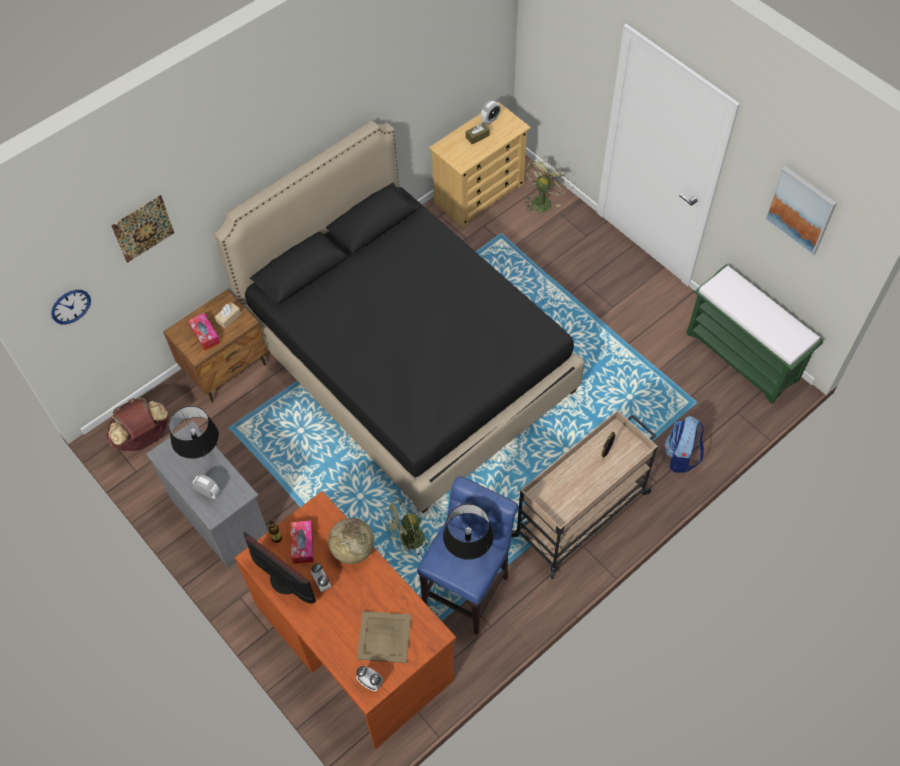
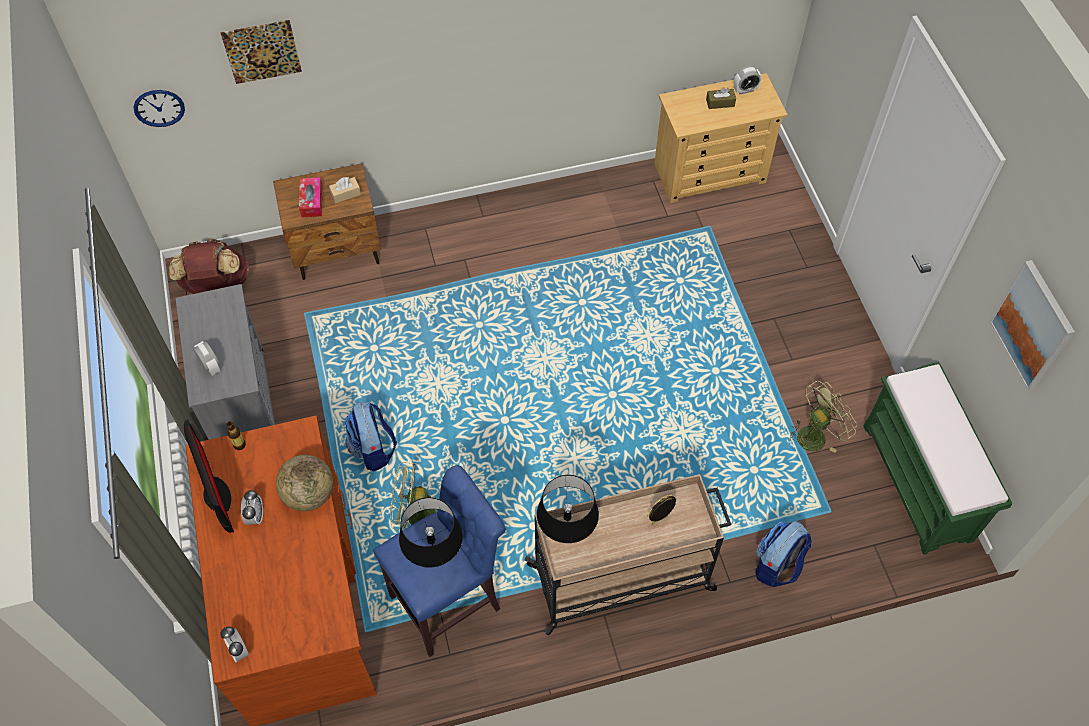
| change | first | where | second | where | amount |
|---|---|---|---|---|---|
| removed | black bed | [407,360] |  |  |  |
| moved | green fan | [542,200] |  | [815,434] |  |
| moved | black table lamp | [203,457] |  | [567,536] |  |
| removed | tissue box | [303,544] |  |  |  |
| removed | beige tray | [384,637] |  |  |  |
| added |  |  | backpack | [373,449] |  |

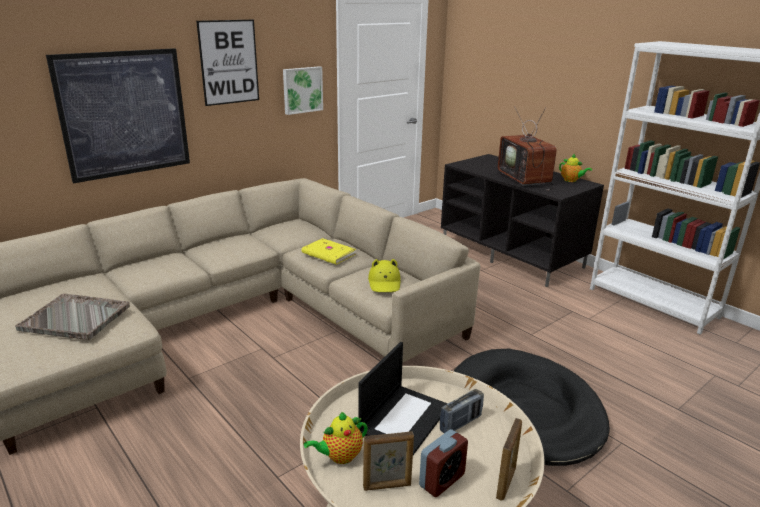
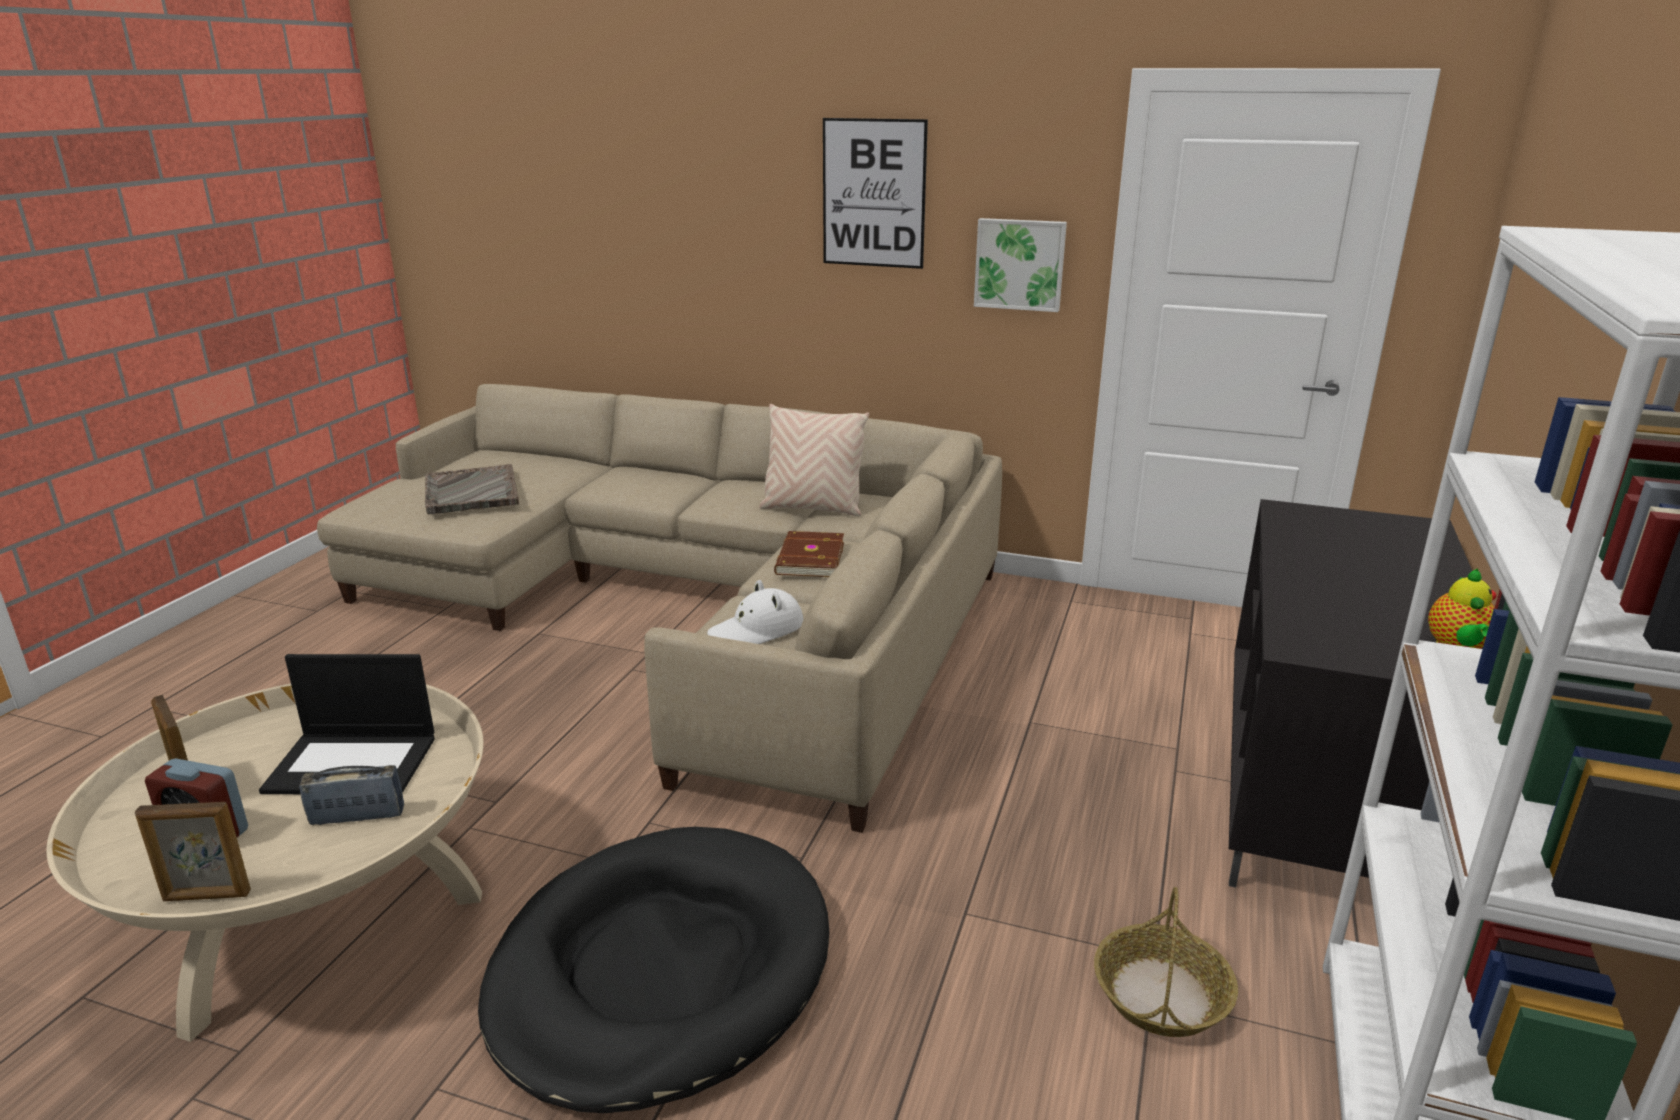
| change | first | where | second | where | amount |
|---|---|---|---|---|---|
| removed | picture | [124,114] |  |  |  |
| removed | television | [526,179] |  |  |  |
| recoloured | yellow book | [328,254] | brown book | [808,559] |  |
| recoloured | yellow hat | [385,283] | white hat | [757,630] |  |
| turned | radio | [460,423] |  | [357,816] | 150 degrees clockwise |
| removed | teapot | [340,456] |  |  |  |
| added |  |  | beige pillow | [813,508] |  |
| added |  |  | basket | [1161,996] |  |

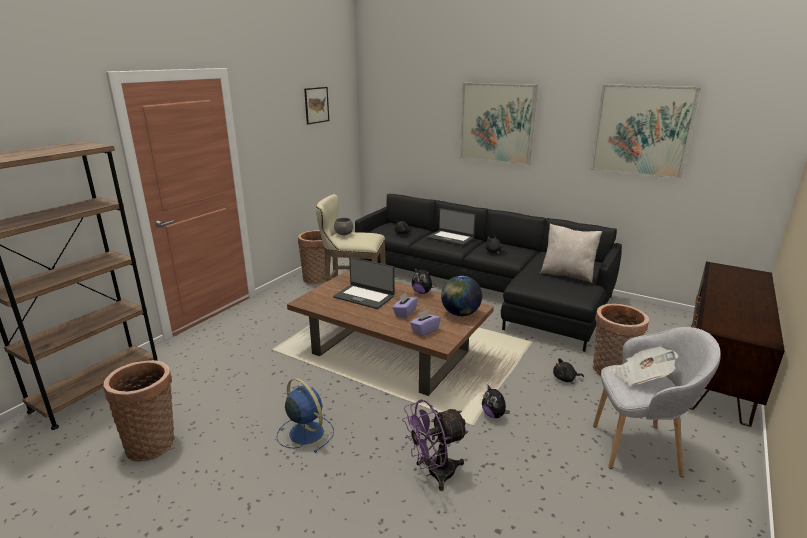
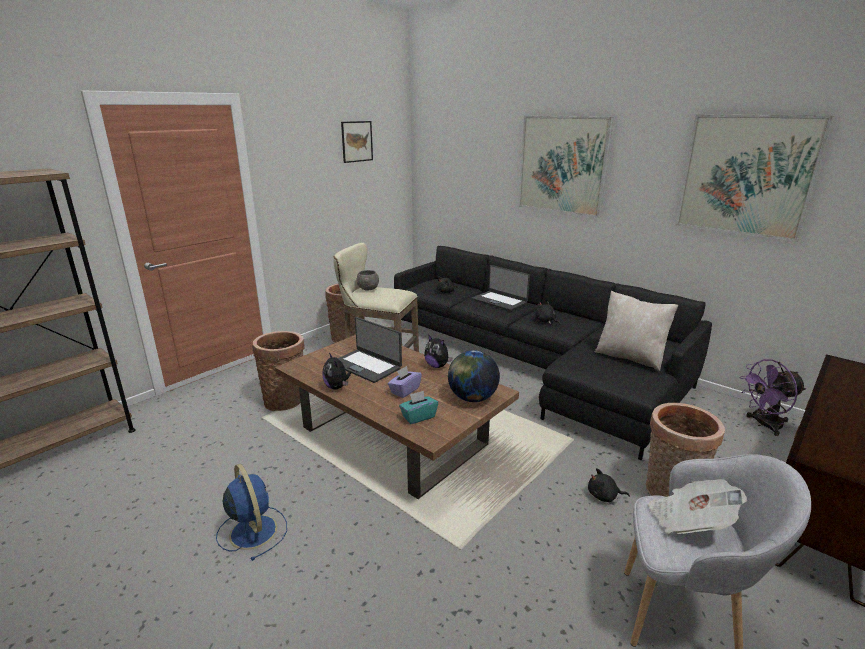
| change | first | where | second | where | amount |
|---|---|---|---|---|---|
| recoloured | purple tissue box | [424,330] | turquoise tissue box | [418,417] |  |
| moved | basket | [153,442] |  | [285,400] |  |
| moved | plush toy | [494,415] |  | [337,387] |  |
| moved | purple fan | [434,473] |  | [764,425] |  |

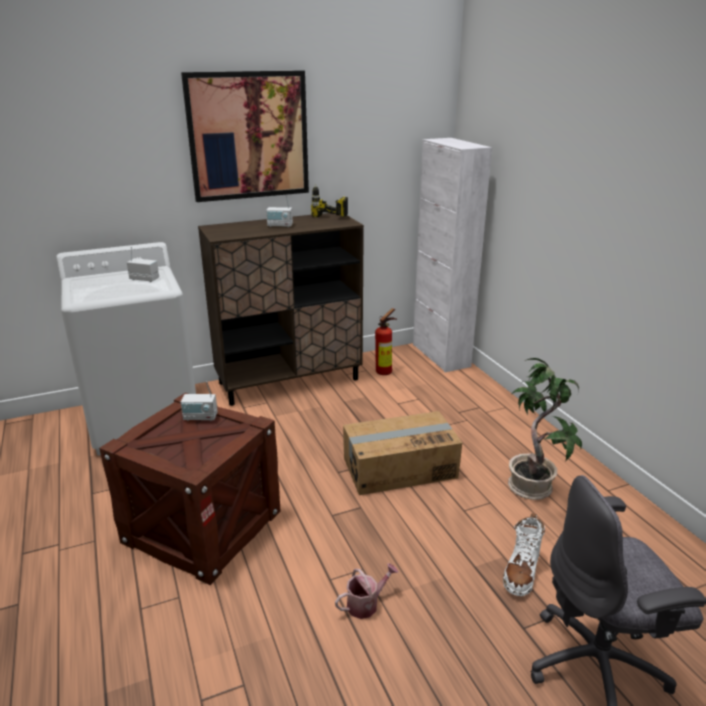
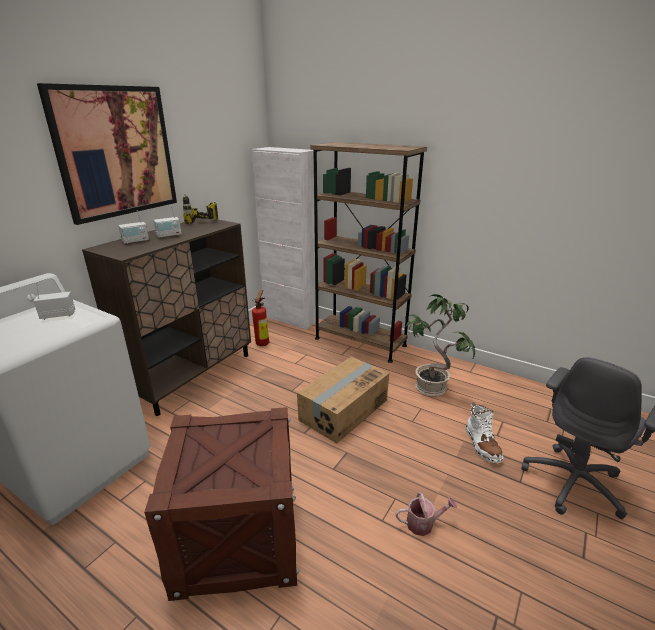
| change | first | where | second | where | amount |
|---|---|---|---|---|---|
| moved | radio | [200,417] |  | [135,241] |  |
| turned | watering can | [366,603] |  | [423,523] | 60 degrees clockwise |
| added |  |  | brown bookcase | [360,342] |  |

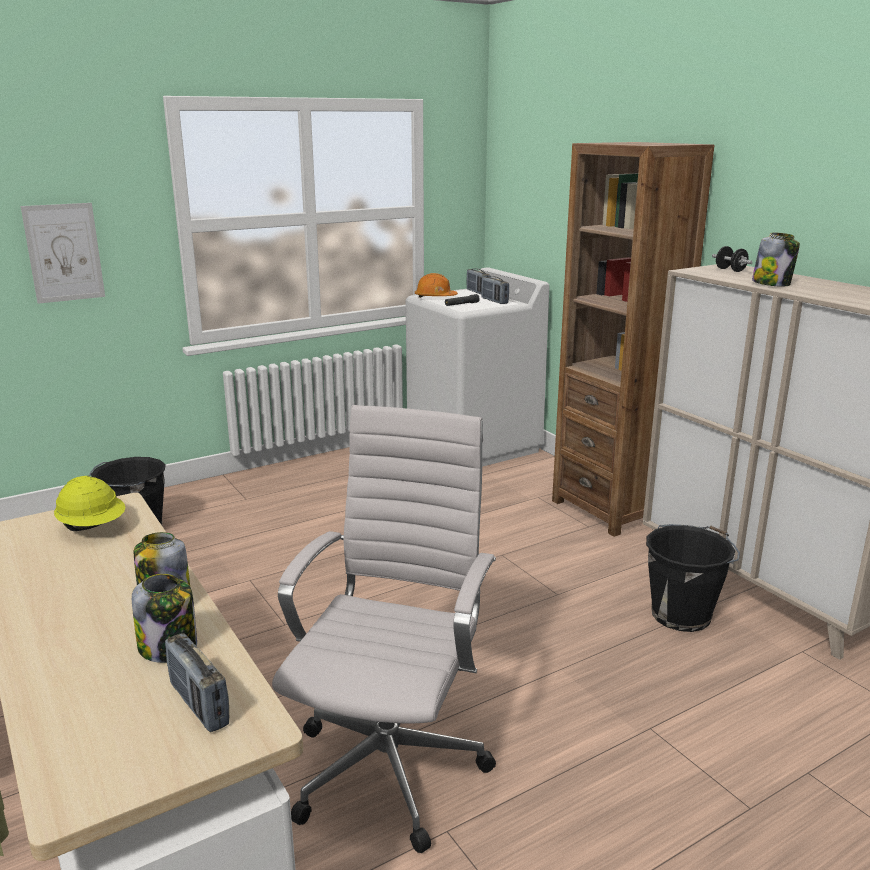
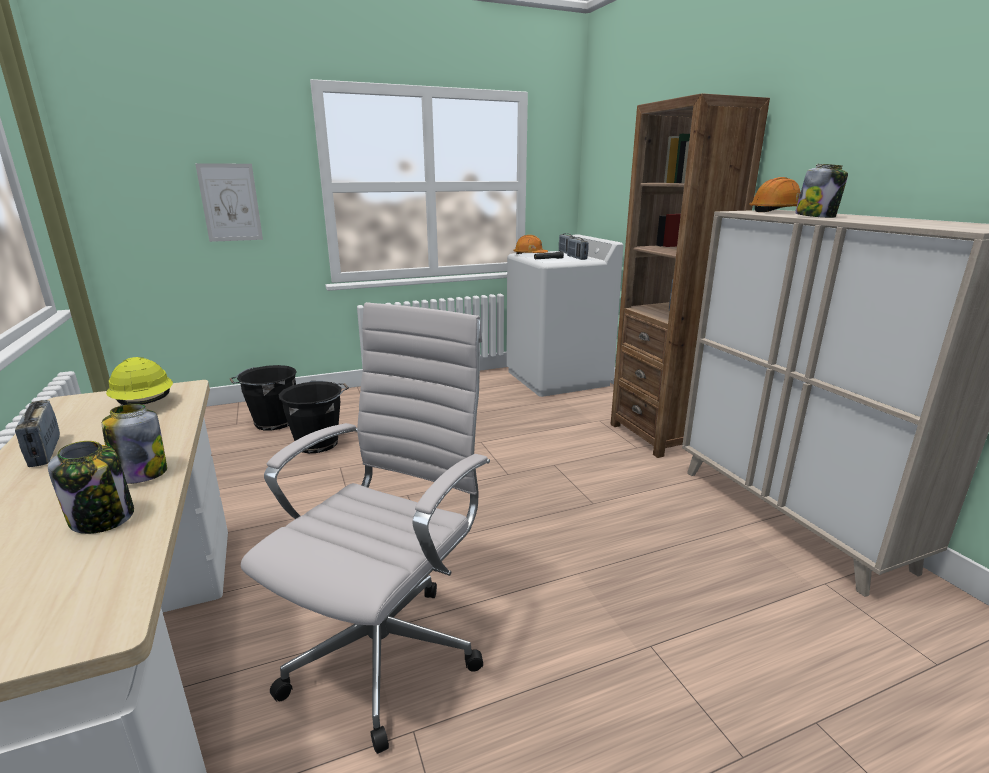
| change | first | where | second | where | amount |
|---|---|---|---|---|---|
| replaced | black dumbbell | [730,270] | orange hard hat | [776,211] |  |
| moved | black bucket | [683,614] |  | [319,443] |  |
| moved | radio | [199,705] |  | [45,452] |  |

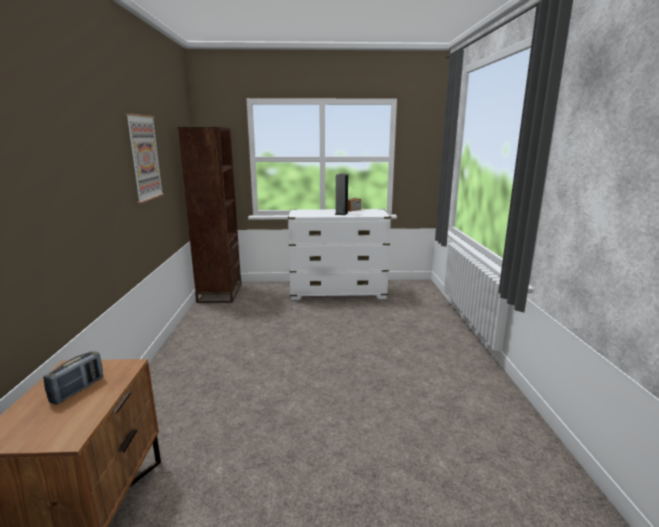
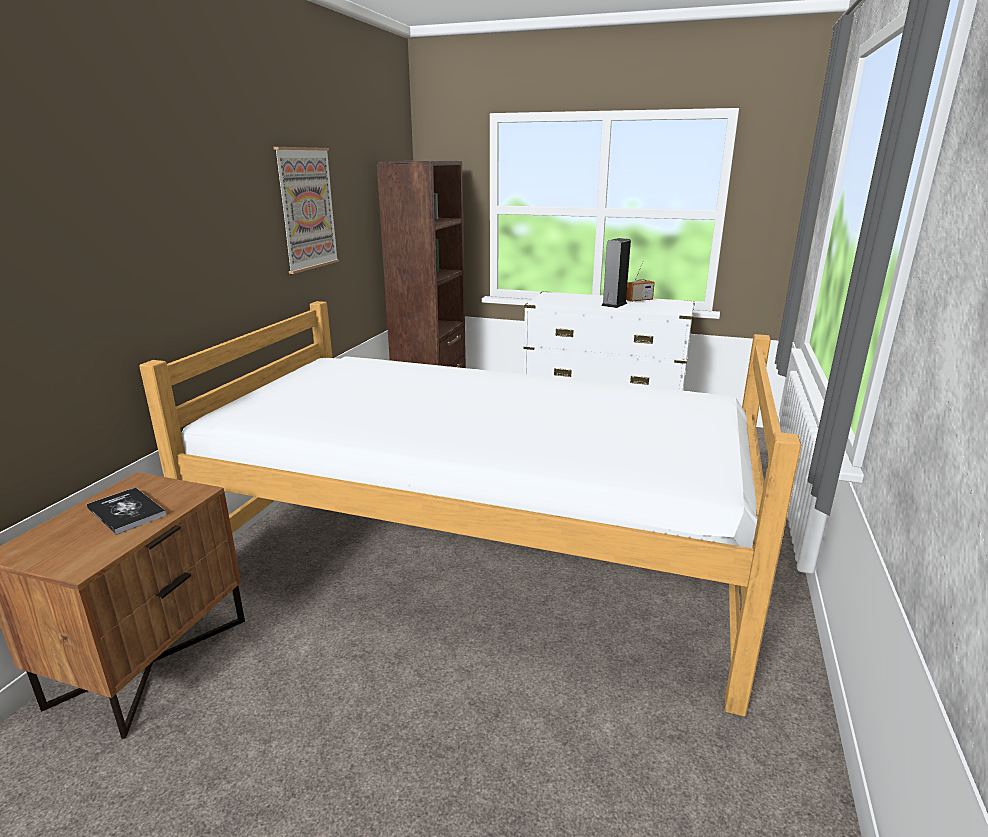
| change | first | where | second | where | amount |
|---|---|---|---|---|---|
| replaced | radio | [78,390] | book | [126,512] |  |
| added |  |  | bed | [480,554] |  |

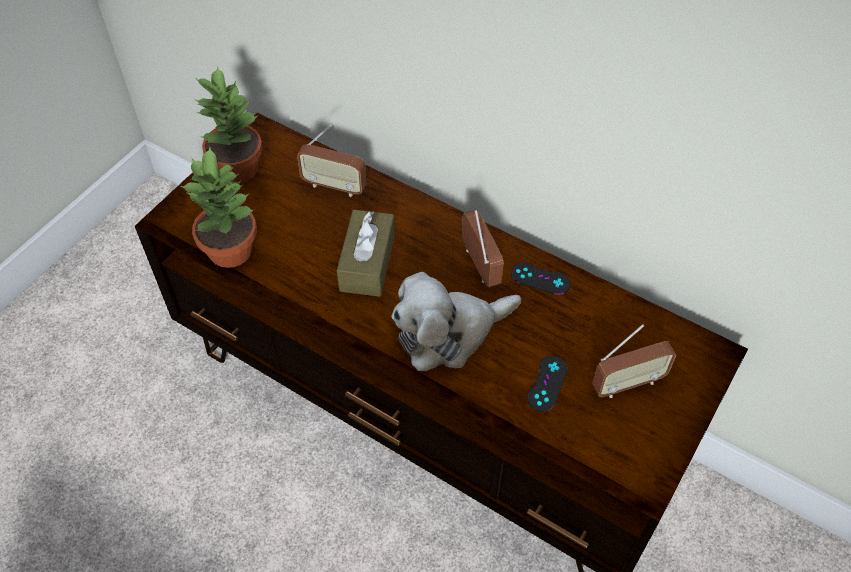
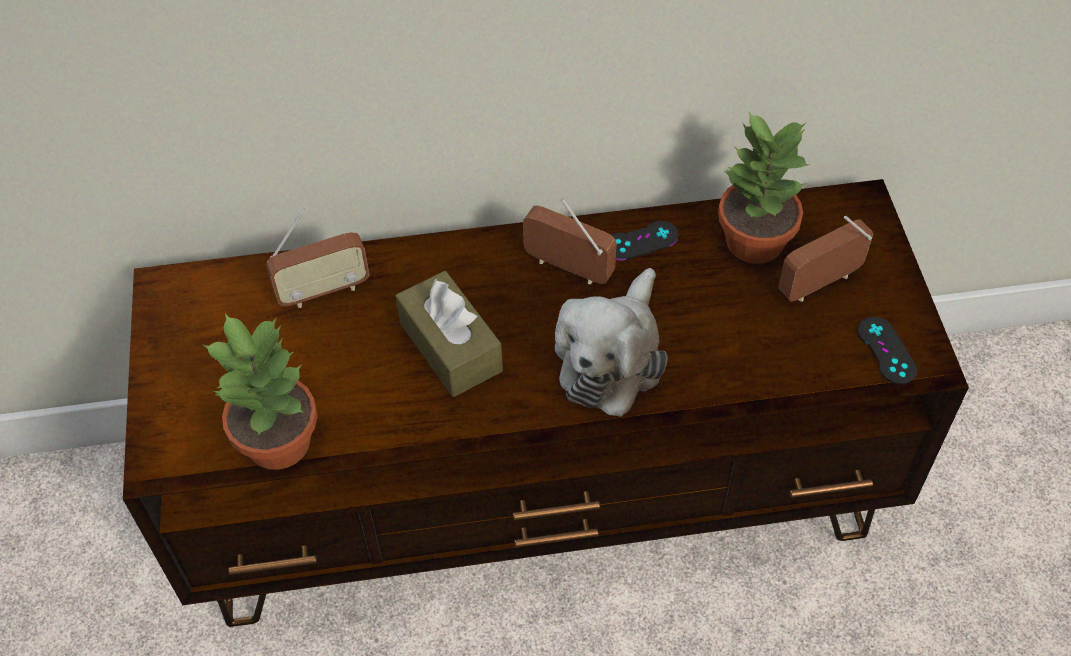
| change | first | where | second | where | amount |
|---|---|---|---|---|---|
| moved | potted plant | [237,167] |  | [752,241] |  |
| turned | radio | [627,383] |  | [820,284] | 150 degrees counterclockwise |
| moved | black game controller | [547,383] |  | [886,350] |  |

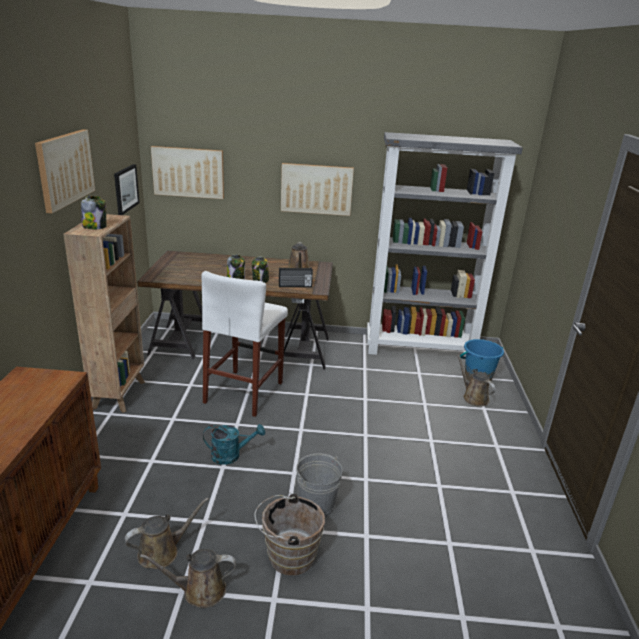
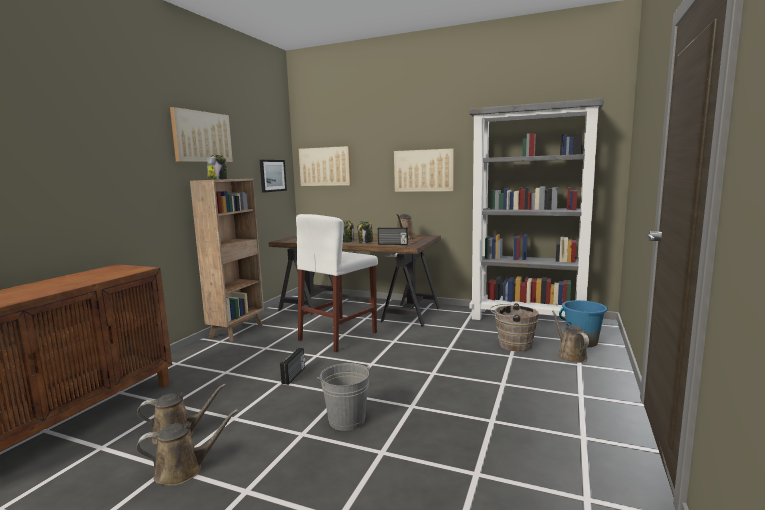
| change | first | where | second | where | amount |
|---|---|---|---|---|---|
| replaced | turquoise watering can | [231,455] | radio | [294,375] |  |
| moved | brown bucket | [287,556] |  | [512,345] |  |
| turned | brown watering can | [200,590] |  | [183,470] | 150 degrees clockwise |

